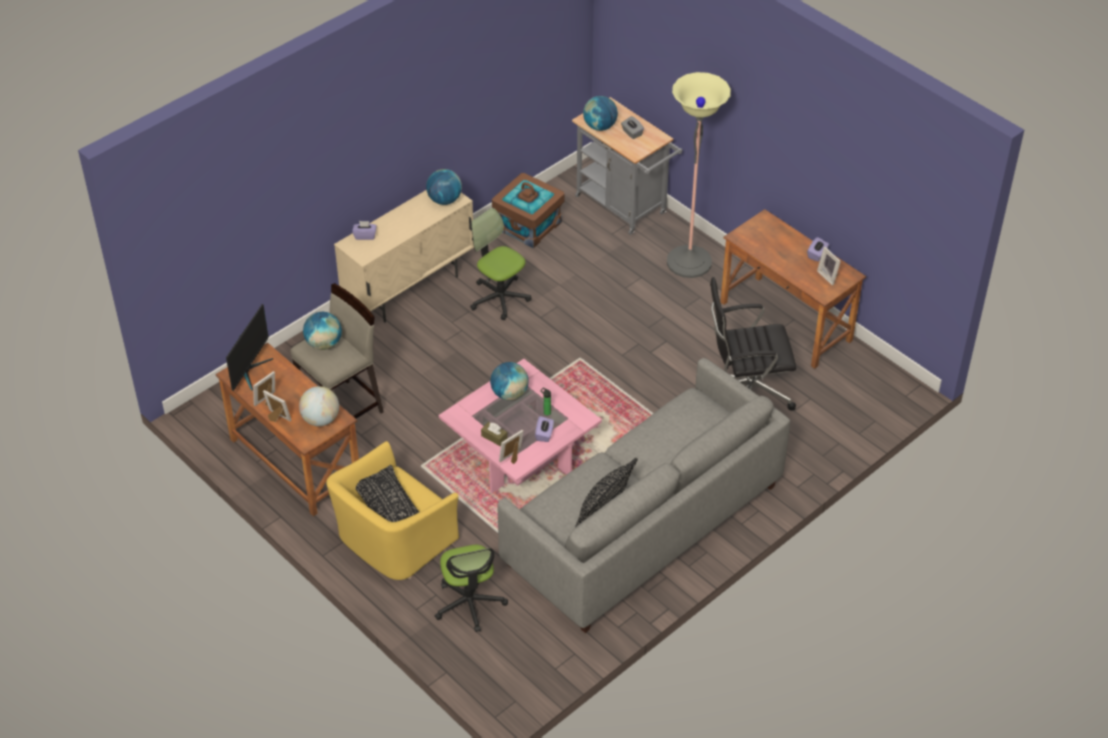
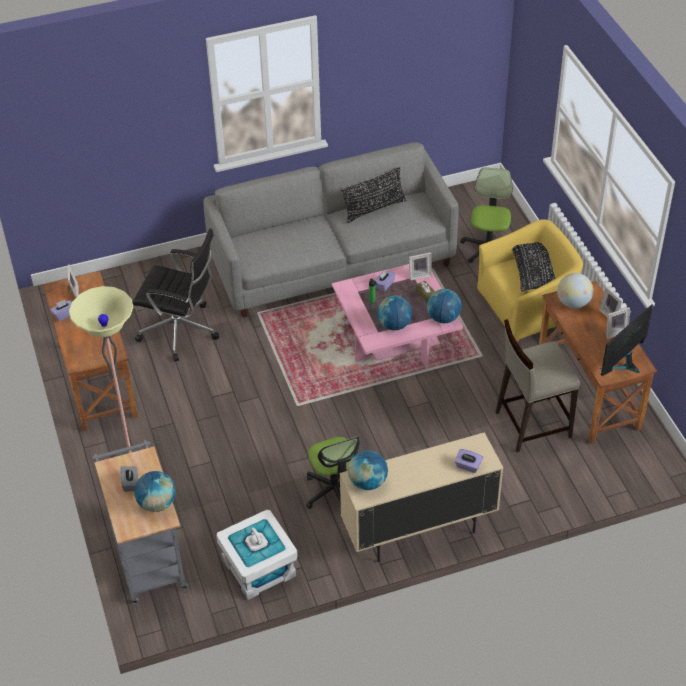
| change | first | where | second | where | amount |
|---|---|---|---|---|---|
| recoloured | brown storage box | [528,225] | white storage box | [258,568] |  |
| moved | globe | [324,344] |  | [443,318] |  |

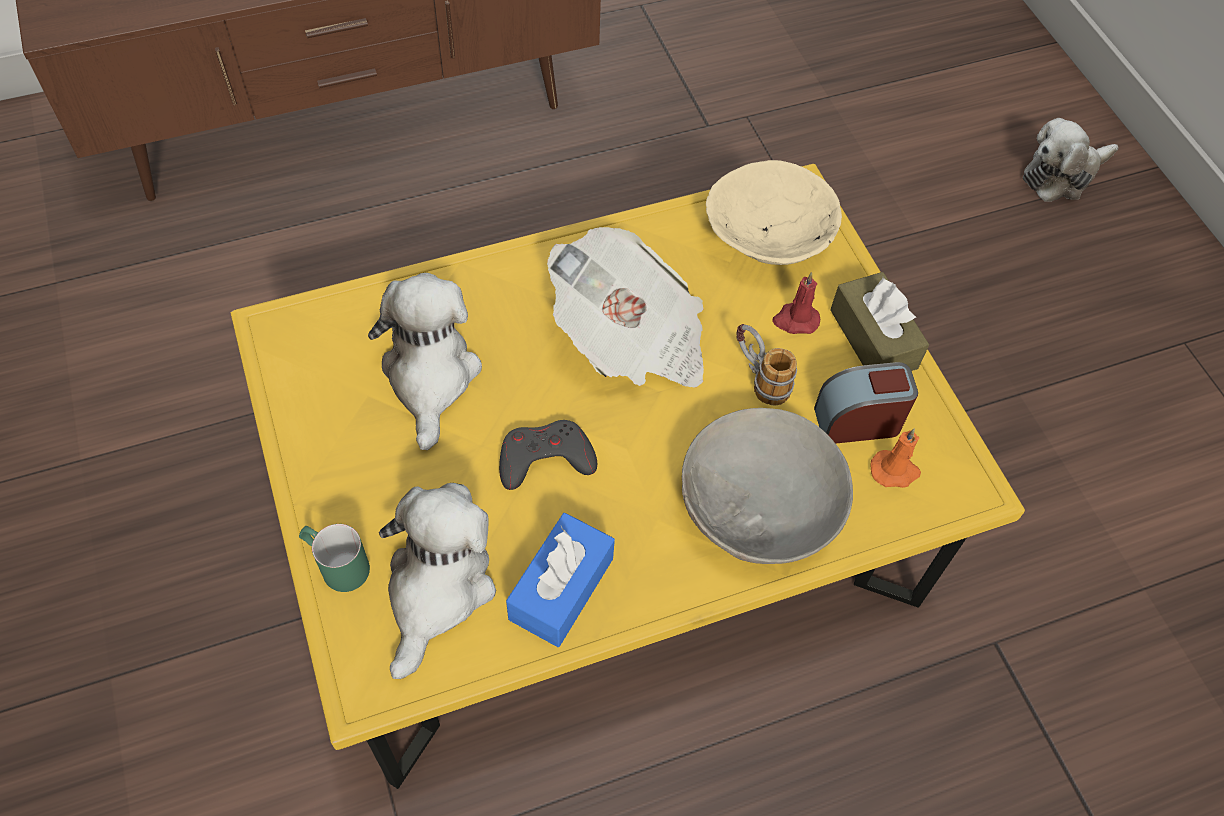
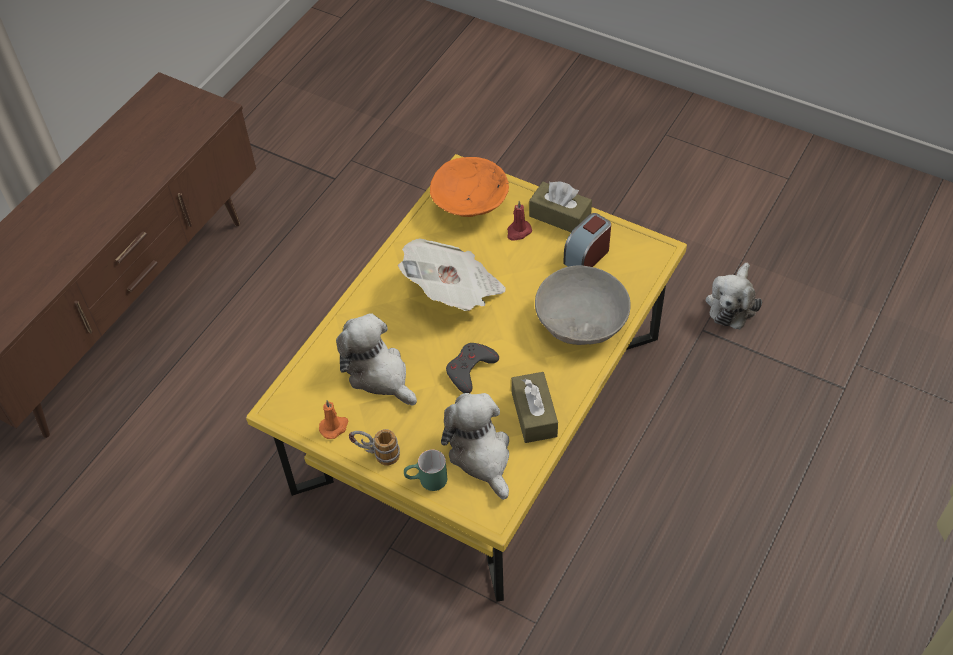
| change | first | where | second | where | amount |
|---|---|---|---|---|---|
| moved | plush toy | [1061,175] |  | [732,303] |  |
| recoloured | beige bowl | [767,241] | orange bowl | [470,205] |  |
| moved | mug | [758,379] |  | [376,454] |  |
| moved | orange candle | [895,471] |  | [334,427] |  |
| recoloured | blue tissue box | [561,588] | brown tissue box | [534,414] |  |

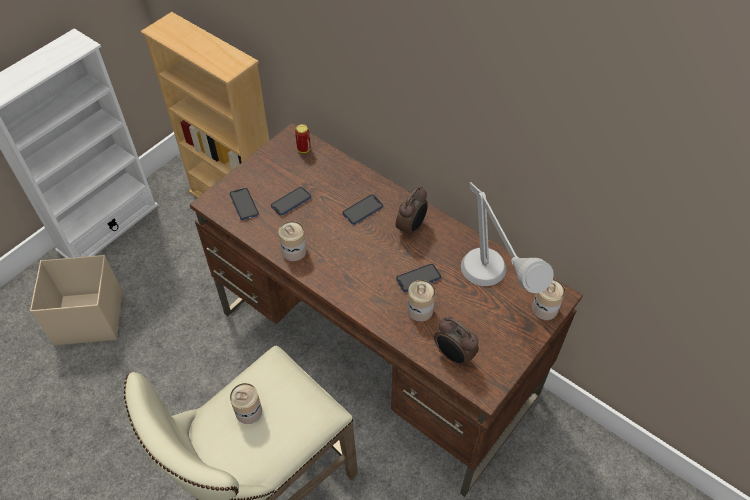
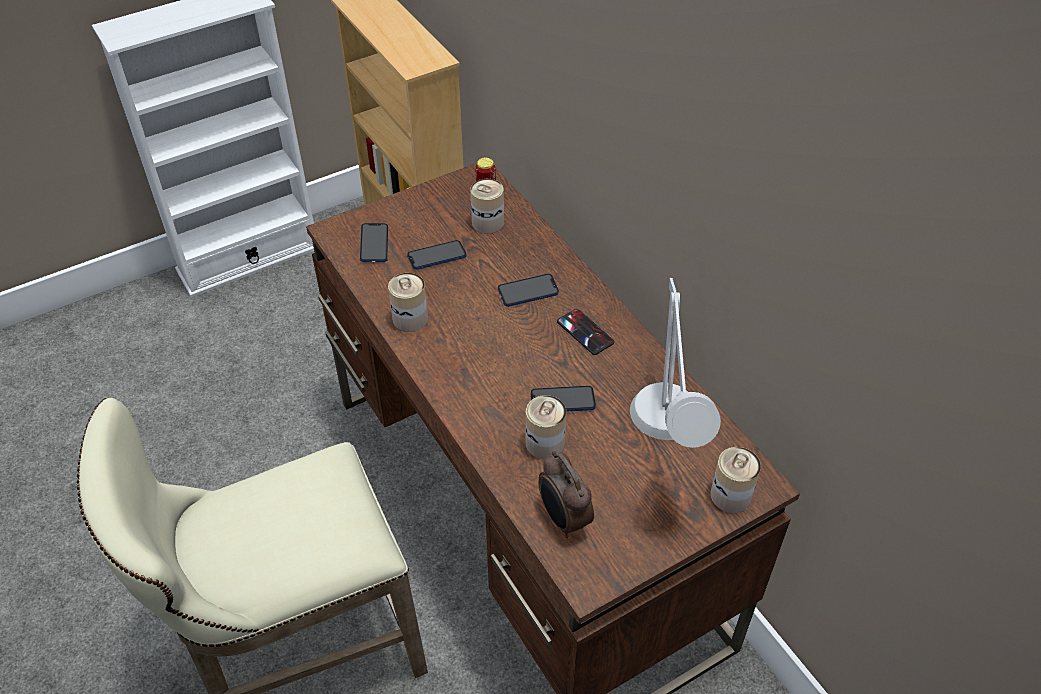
| change | first | where | second | where | amount |
|---|---|---|---|---|---|
| replaced | alarm clock | [411,228] | phone | [585,332] |  |
| removed | beige storage box | [88,318] |  |  |  |
| moved | can | [248,411] |  | [488,222] |  |

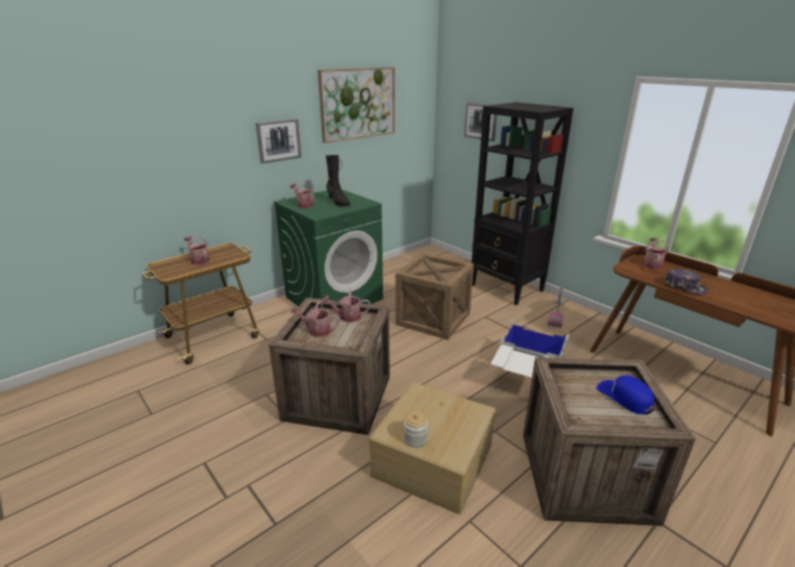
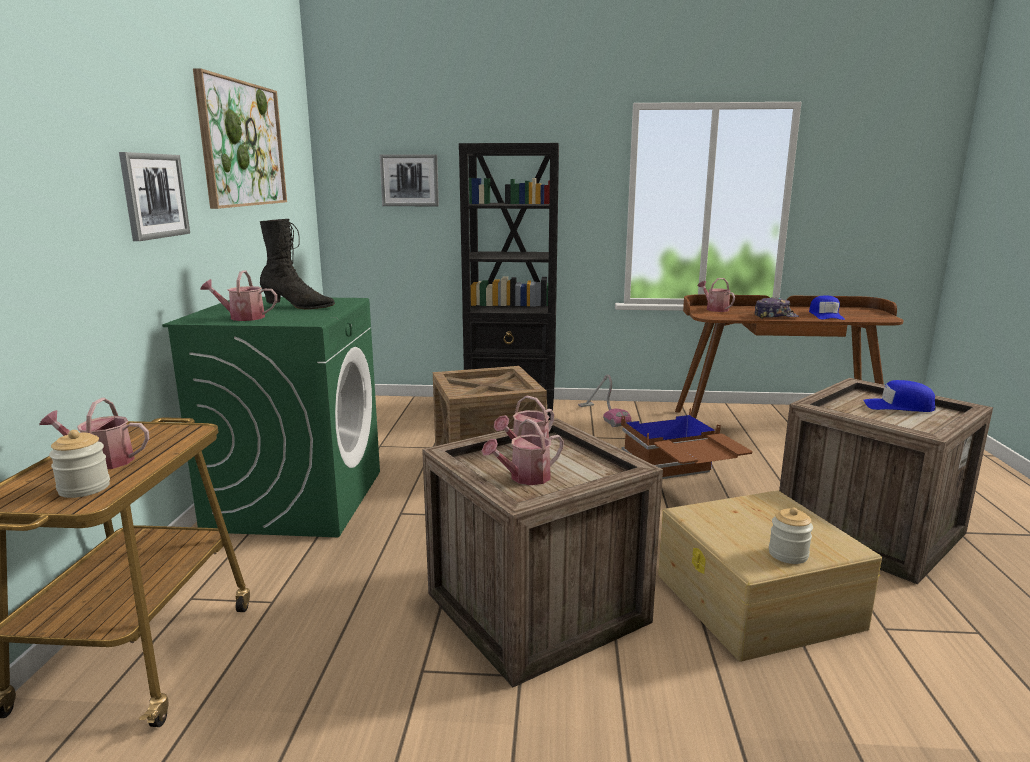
| change | first | where | second | where | amount |
|---|---|---|---|---|---|
| recoloured | white storage box | [525,377] | brown storage box | [681,479] |  |
| added |  |  | blue cap | [825,315] |  |
| added |  |  | jar | [84,488] |  |

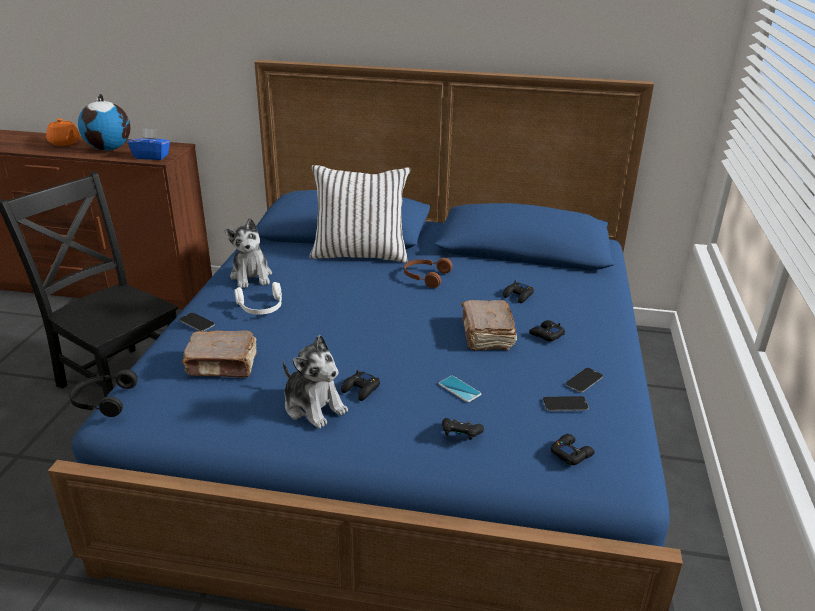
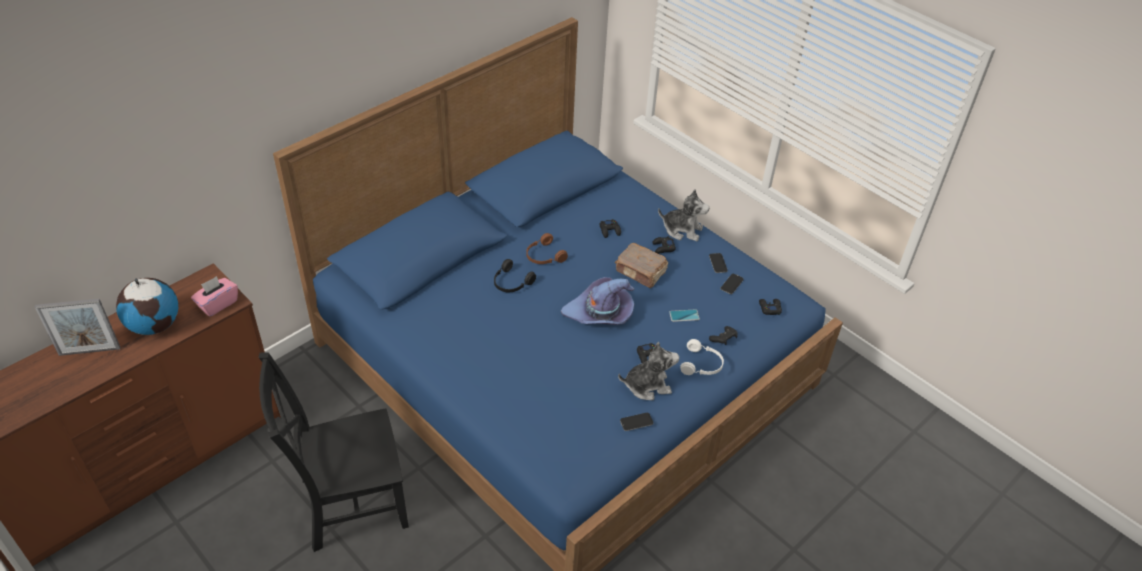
| change | first | where | second | where | amount |
|---|---|---|---|---|---|
| replaced | orange teapot | [65,143] | picture frame | [89,351] |  |
| recoloured | blue tissue box | [151,157] | pink tissue box | [217,304] |  |
| removed | white pillow | [360,254] |  |  |  |
| moved | plush toy | [251,276] |  | [682,230] |  |
| moved | white headphones | [261,308] |  | [702,364] |  |
| moved | phone | [197,323] |  | [636,422] |  |
| removed | brown book | [223,365] |  |  |  |
| moved | black headphones | [102,400] |  | [511,283] |  |
| added |  |  | purple hat | [600,313] |  |

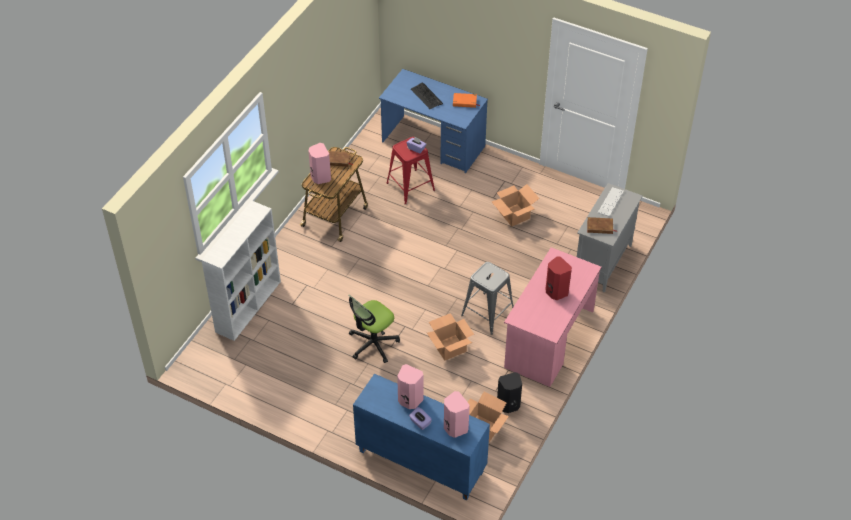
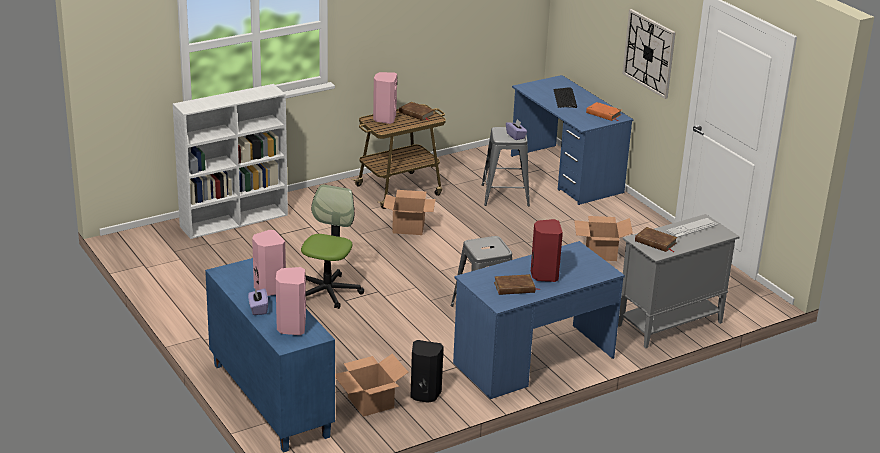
| change | first | where | second | where | amount |
|---|---|---|---|---|---|
| recoloured | red stool | [410,187] | grey stool | [505,195] |  |
| recoloured | pink desk | [549,339] | blue desk | [533,361] |  |
| turned | office chair | [373,344] |  | [328,291] | 120 degrees clockwise |
| moved | cardboard box | [449,348] |  | [408,227] |  |
| added |  |  | wall clock | [649,53] |  |
| added |  |  | brown book | [514,287] |  |

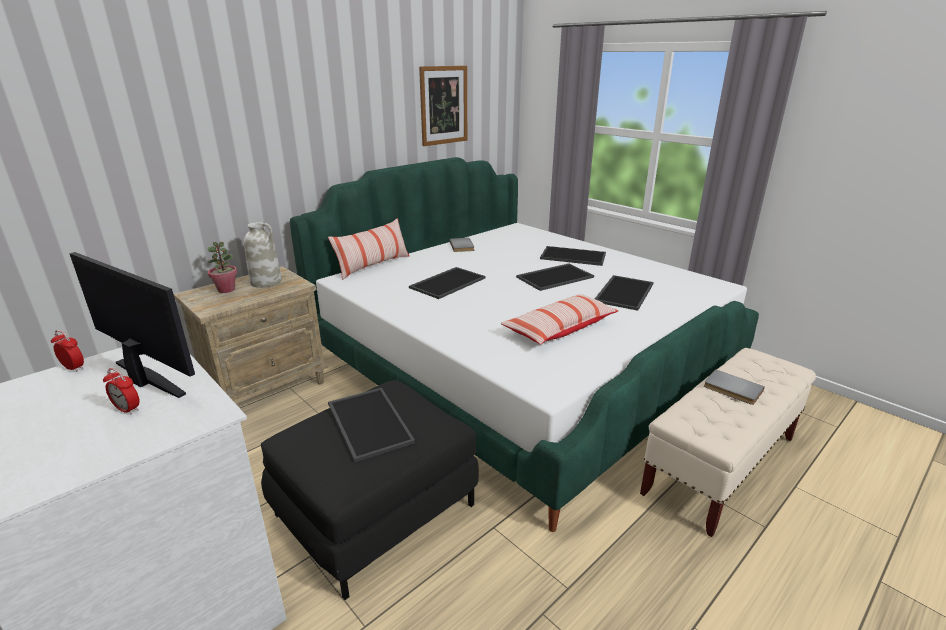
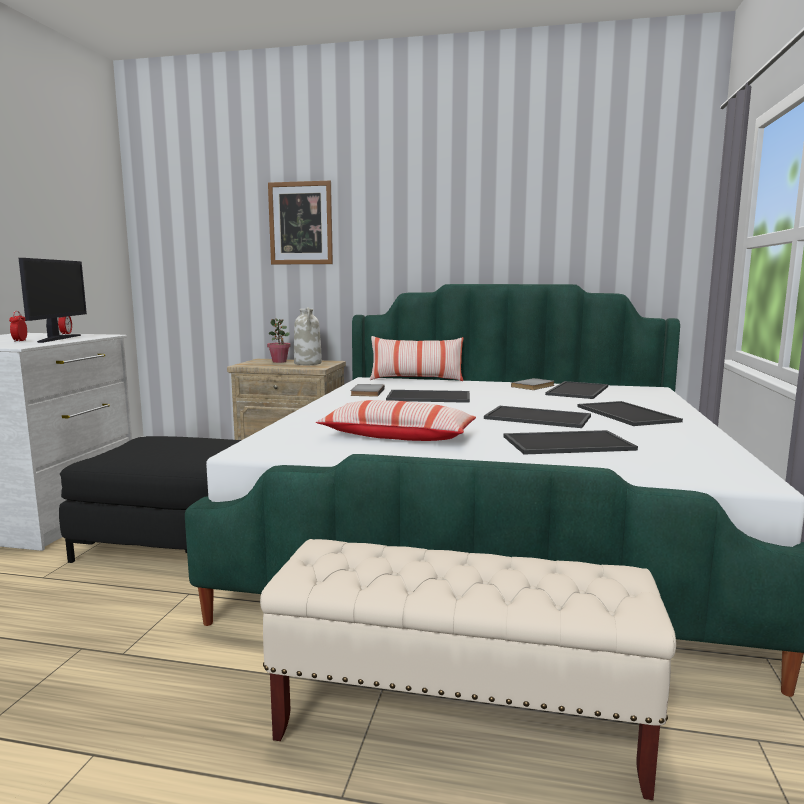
| change | first | where | second | where | amount |
|---|---|---|---|---|---|
| moved | picture | [443,105] |  | [301,223] |  |
| moved | grey book | [732,389] |  | [366,392] |  |
| moved | tray | [367,422] |  | [576,390] |  |

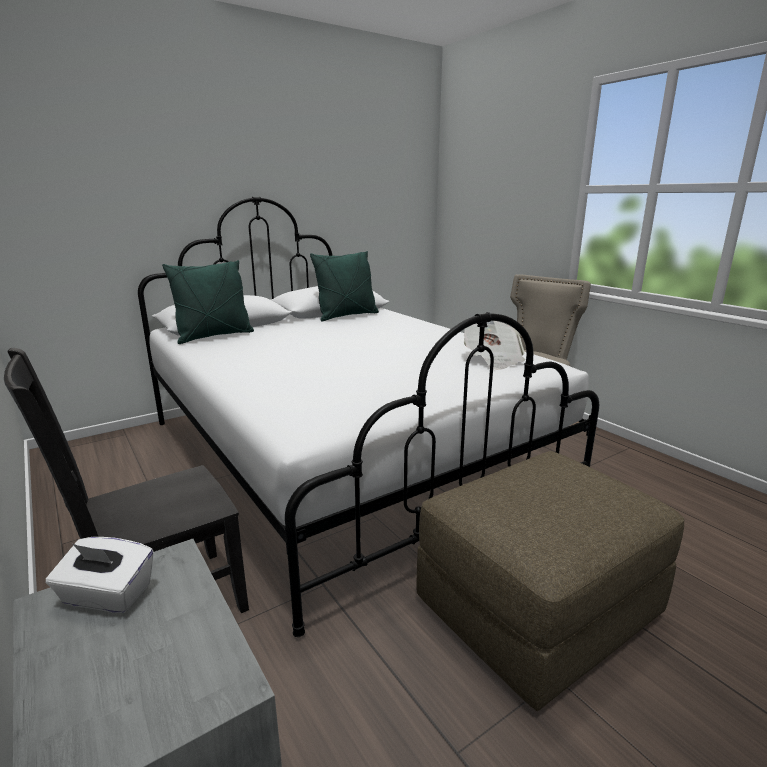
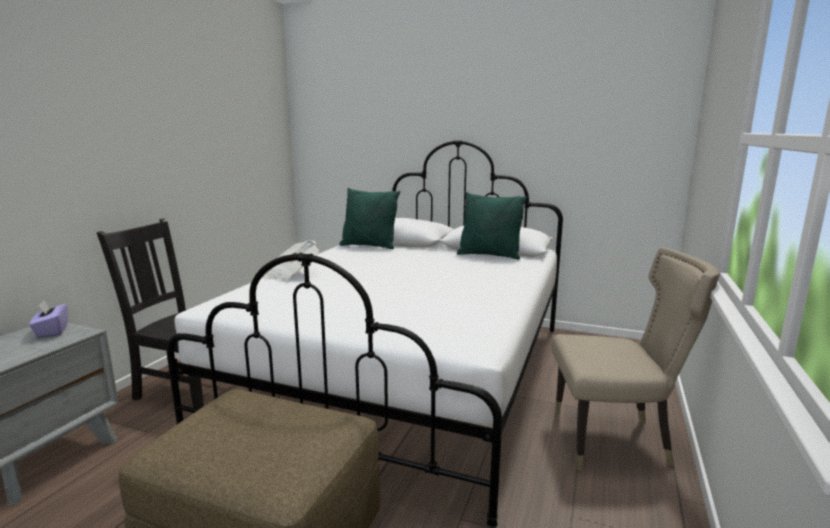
| change | first | where | second | where | amount |
|---|---|---|---|---|---|
| moved | newspaper | [492,359] |  | [292,274] |  |
| recoloured | white tissue box | [107,596] | purple tissue box | [52,331] |  |

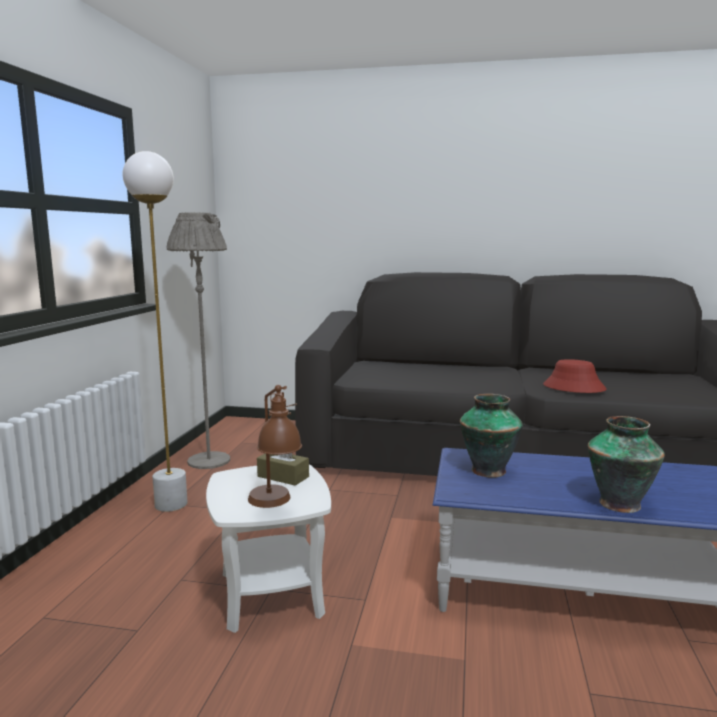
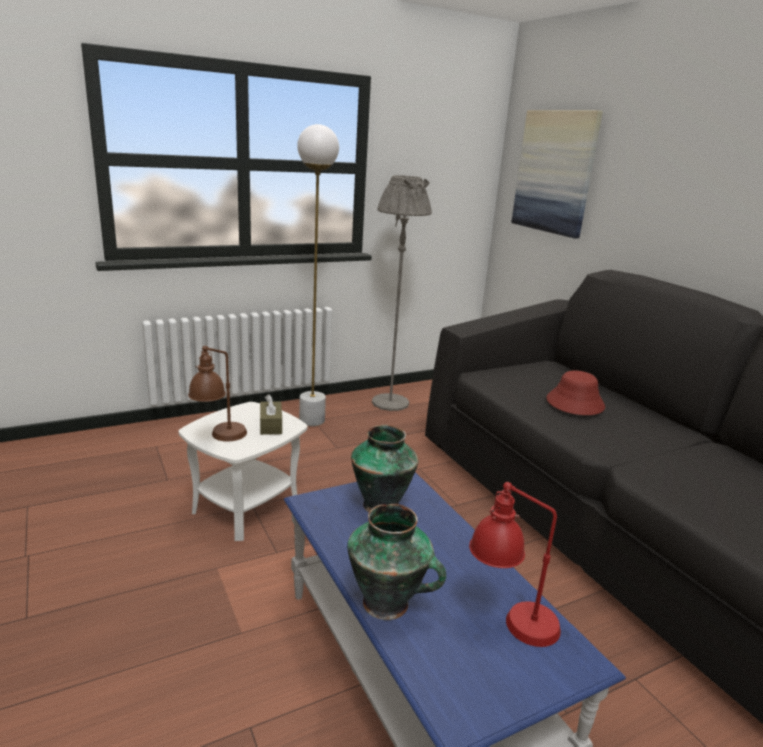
| change | first | where | second | where | amount |
|---|---|---|---|---|---|
| moved | red hat | [573,387] |  | [574,403] |  |
| added |  |  | picture | [555,172] |  |
| added |  |  | red table lamp | [508,623] |  |

